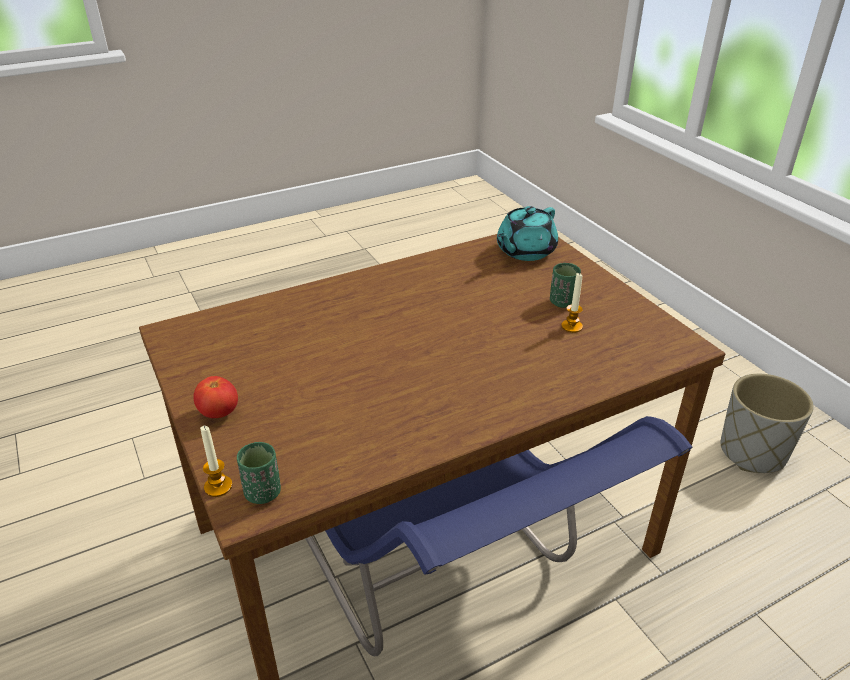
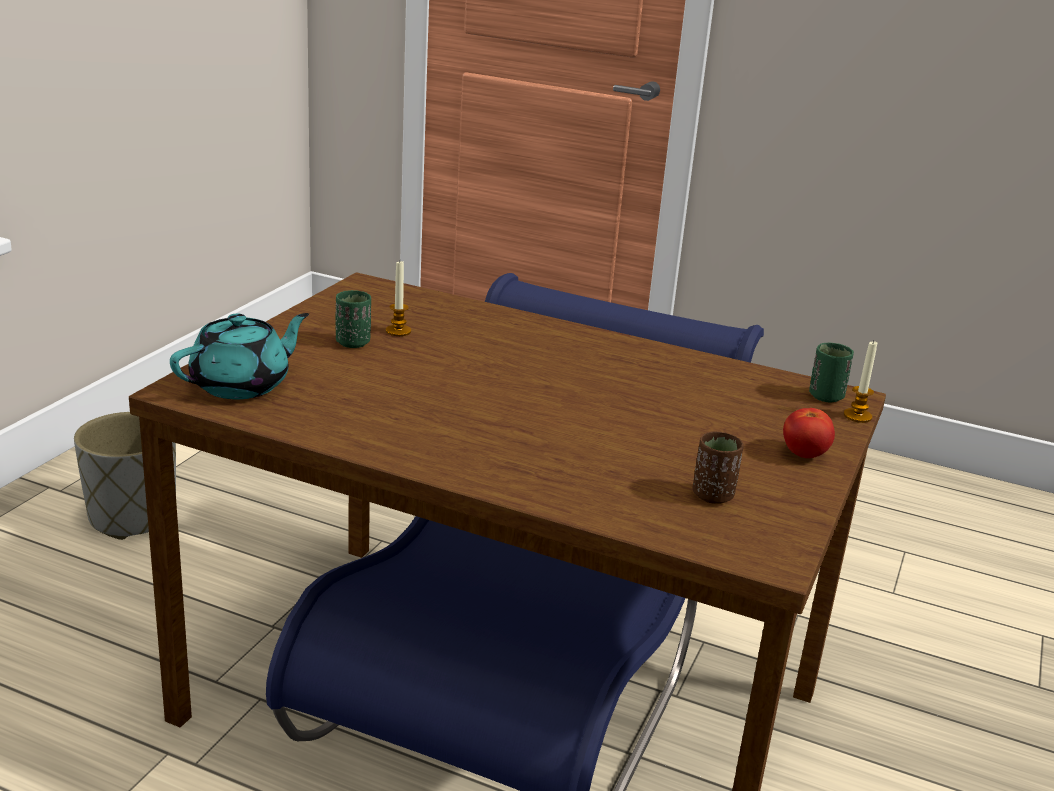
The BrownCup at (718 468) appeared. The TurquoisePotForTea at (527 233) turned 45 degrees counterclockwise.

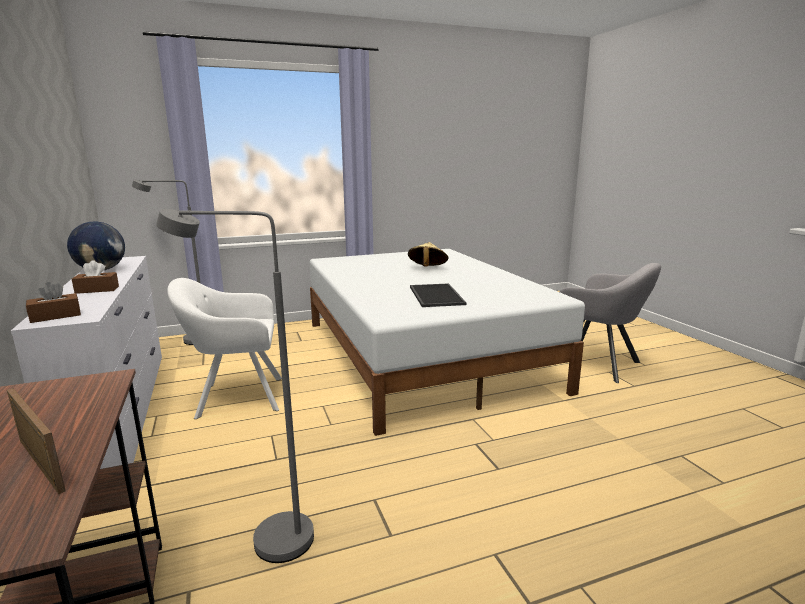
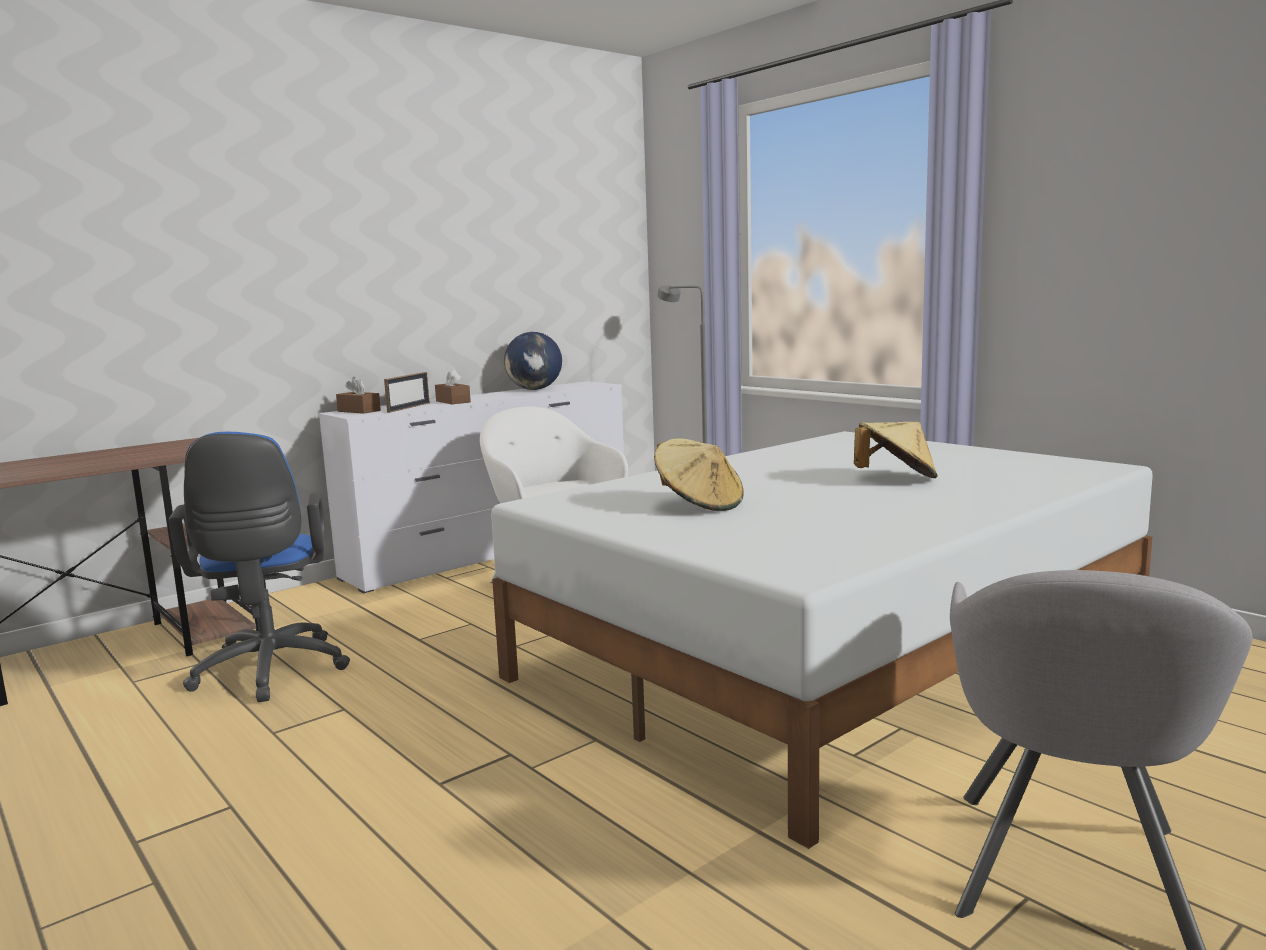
The StandingFrame moved from (36 441) to (407 392). The GreyStandardLamp at (235 386) was replaced by the BlueOfficeChair at (259 567). The Tray at (438 295) was replaced by the SandColouredHat at (699 474).

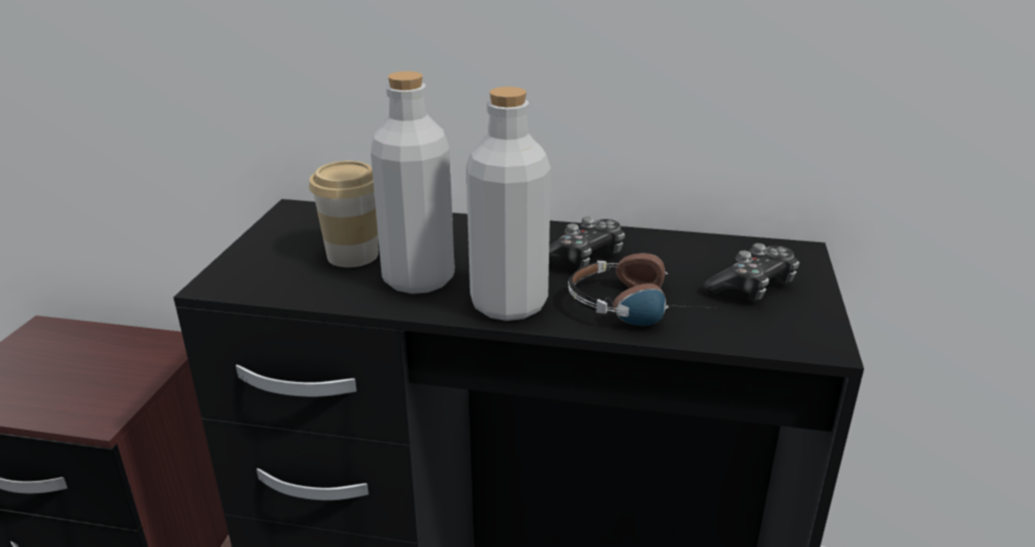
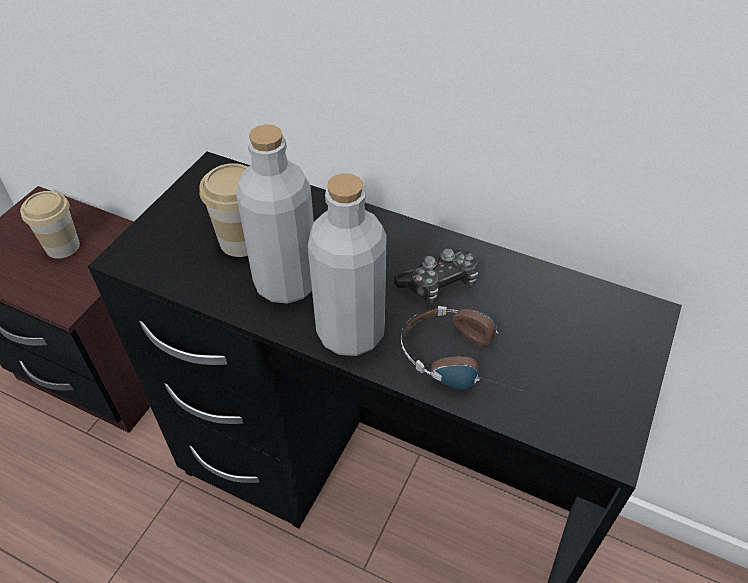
The GameController at (751 271) disappeared. The Cup at (50 225) appeared.

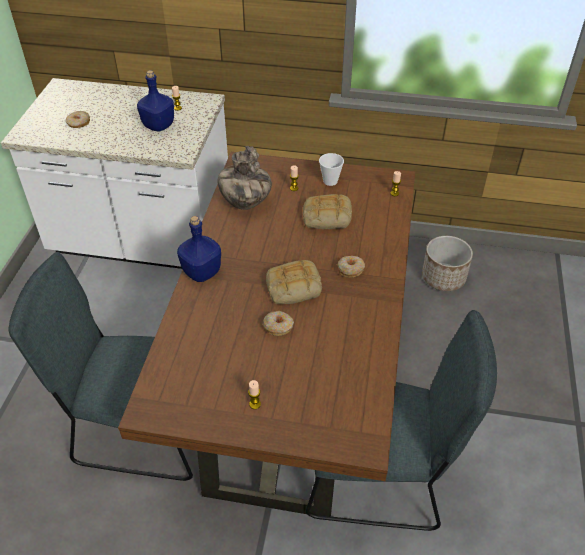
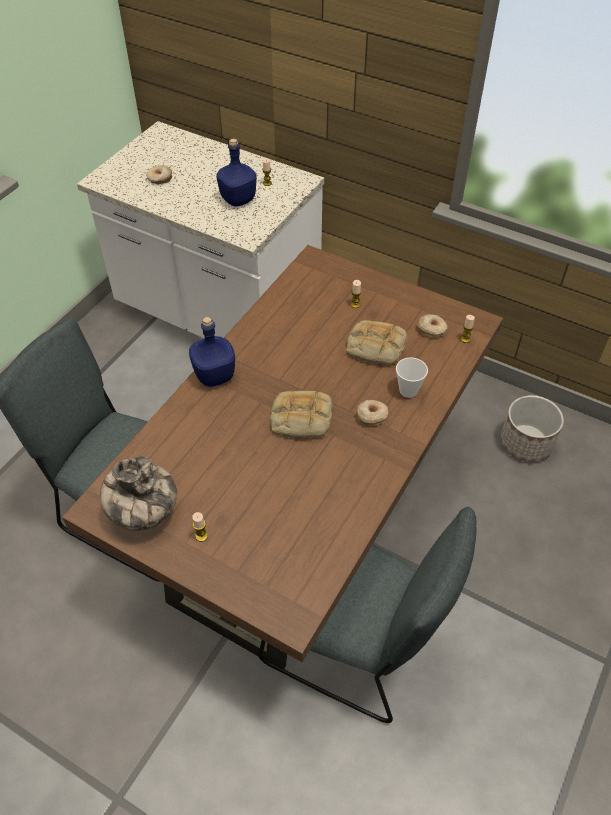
The DecorativeVase moved from (244 178) to (138 493). The Doughnut moved from (278 323) to (432 326). The Cup moved from (331 169) to (412 377).

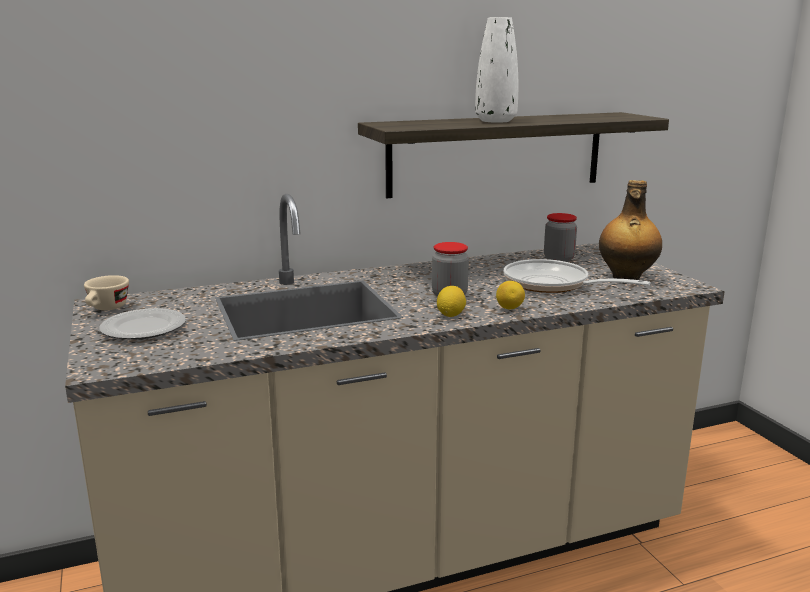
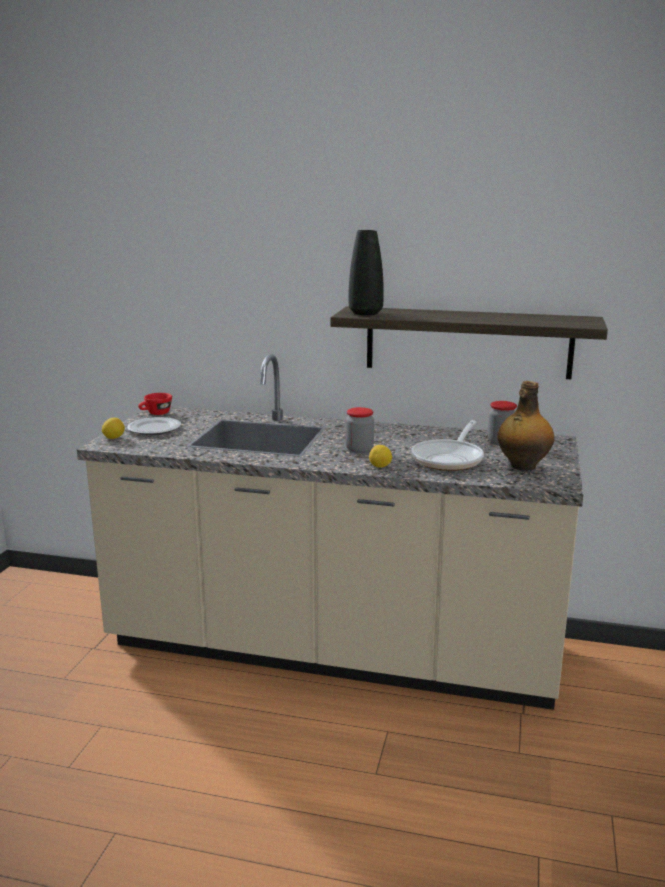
The WhitishDecorativeVase at (496 70) disappeared. The BlackColouredDecorativeVase at (366 272) appeared. The Lemon moved from (451 301) to (113 428). The SandColouredCup at (106 292) became the ReddishCup at (155 404). The Skillet at (577 276) turned 135 degrees counterclockwise.

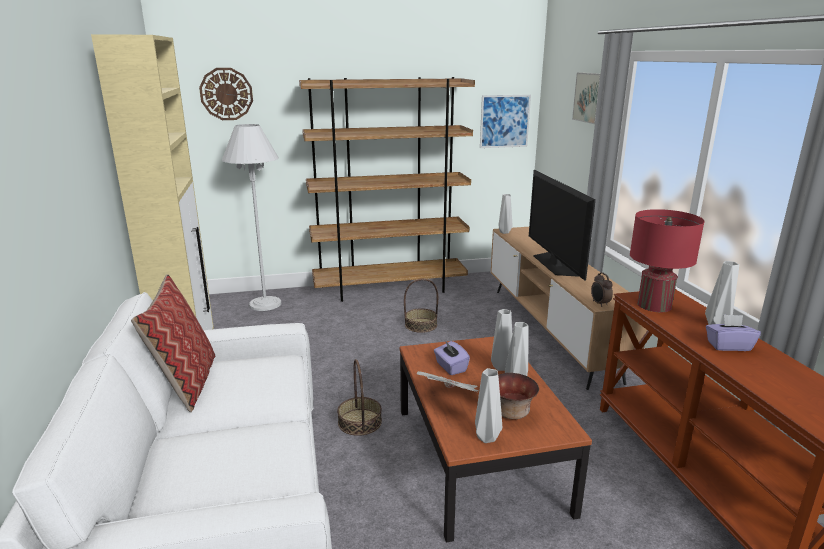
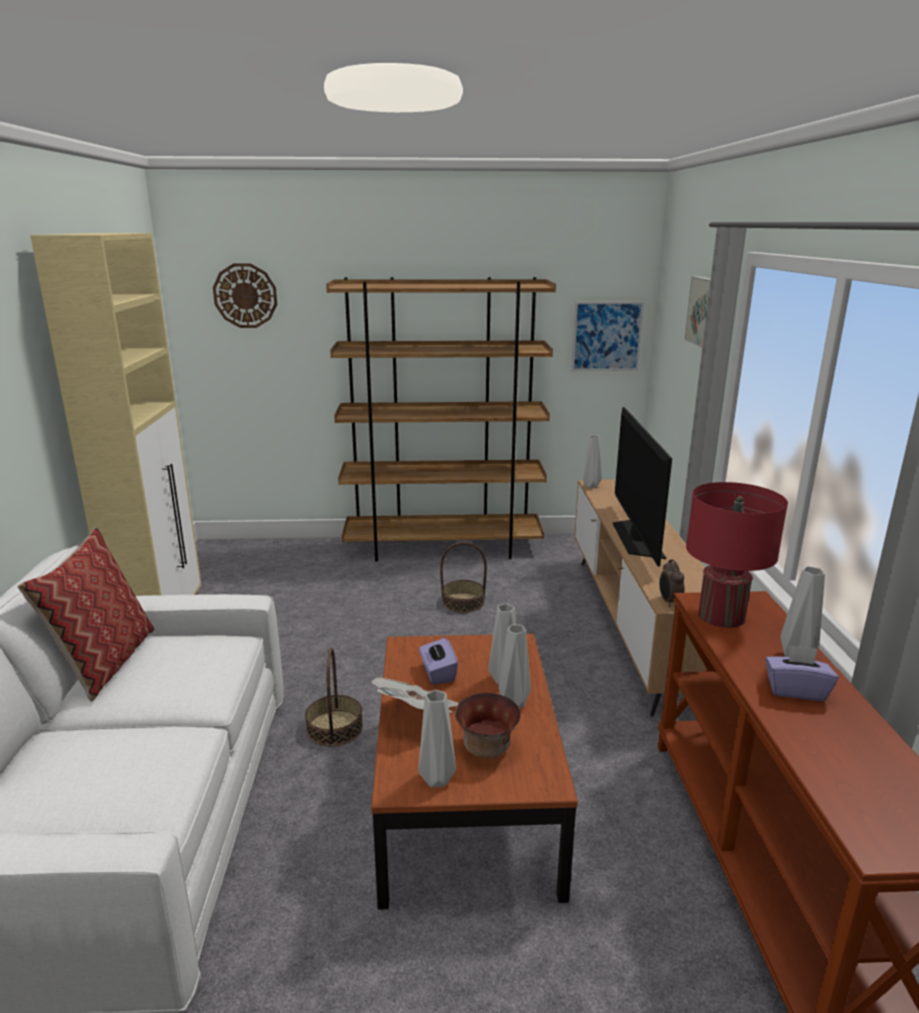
The WhitishStandardLamp at (252 217) disappeared.

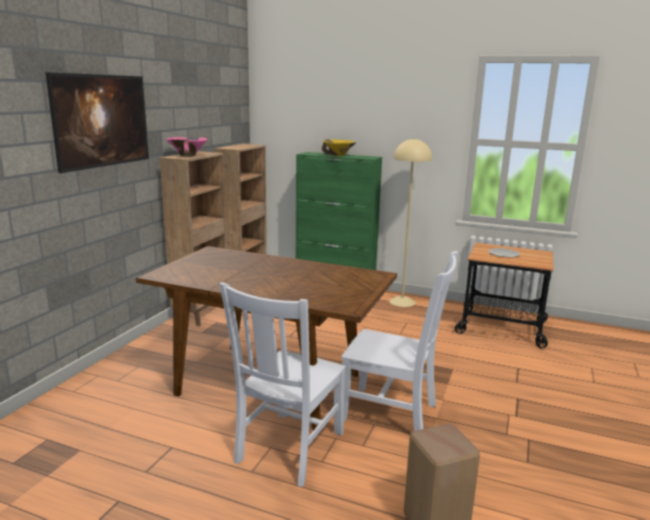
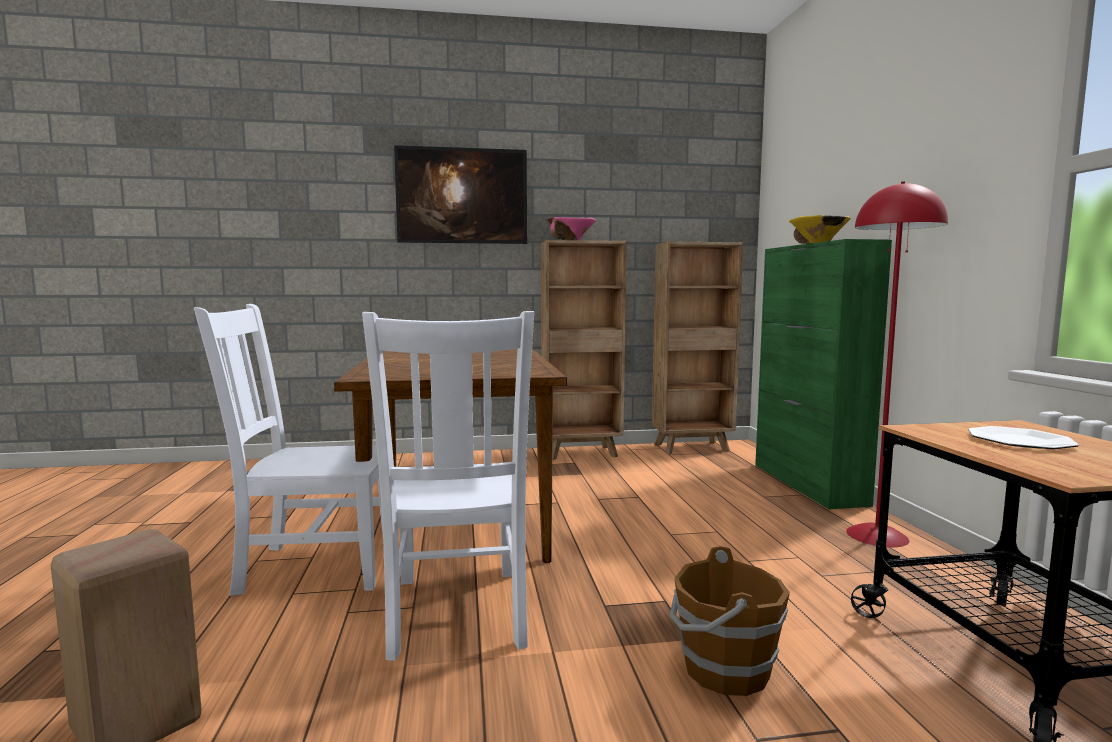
The BrownWaterBucket at (729 621) appeared. The SandColouredStandardLamp at (410 222) became the ReddishStandardLamp at (897 364).

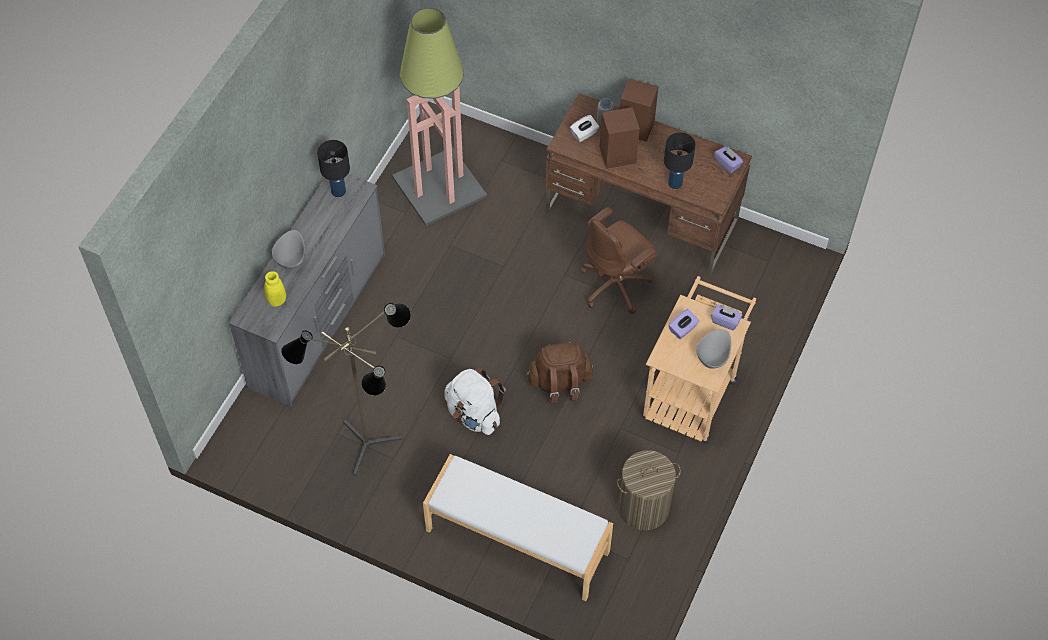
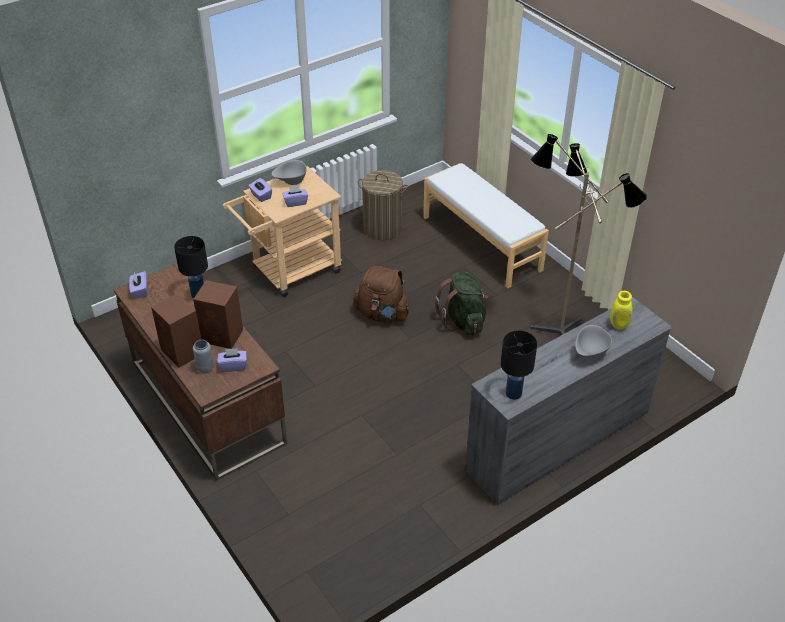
The StandardLamp at (439 116) disappeared. The BrownOfficeChair at (619 260) disappeared. The WhitishKnapsack at (475 401) became the GreenKnapsack at (461 303). The WhitishTissueBox at (584 128) became the PurplishTissueBox at (232 360).

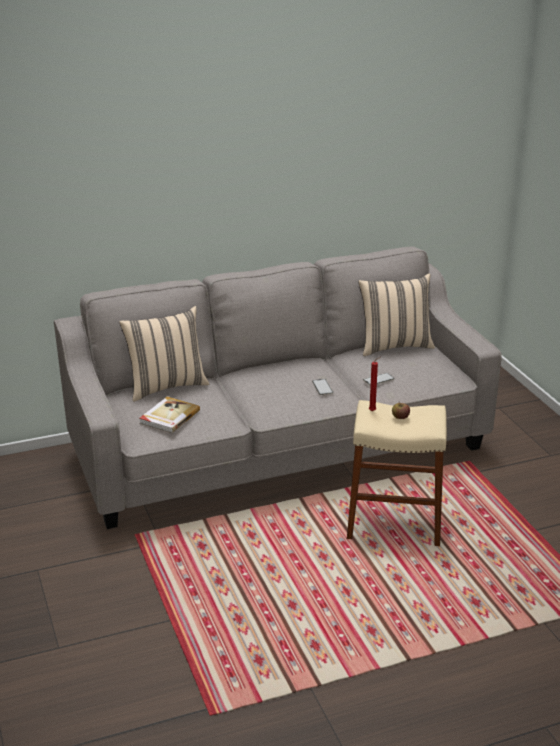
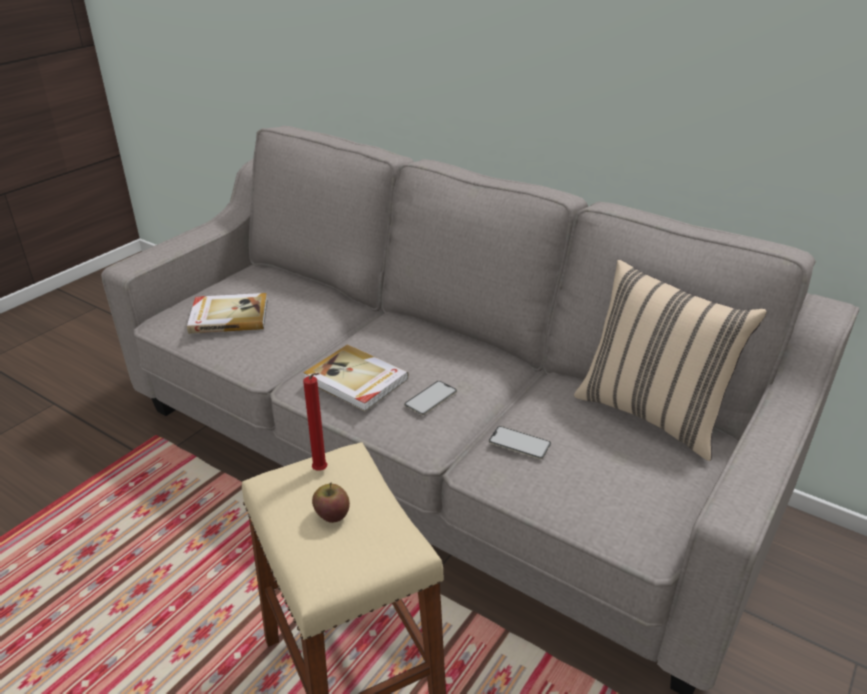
The SandColouredCushion at (164 354) disappeared. The Volume at (356 378) appeared.

